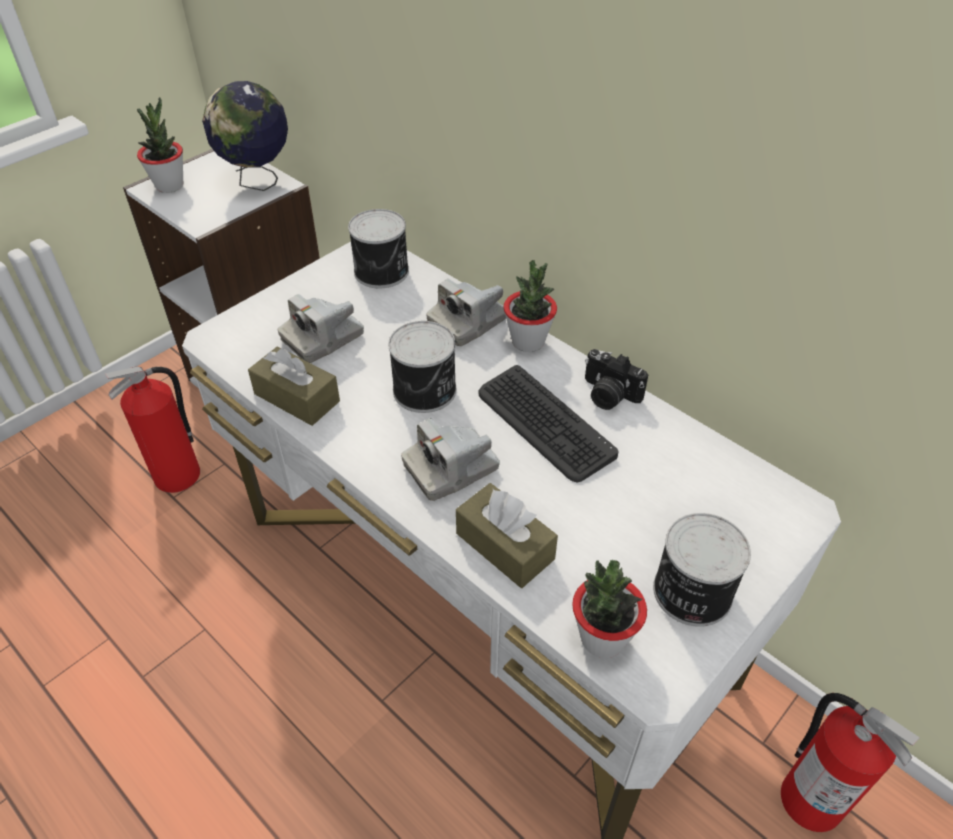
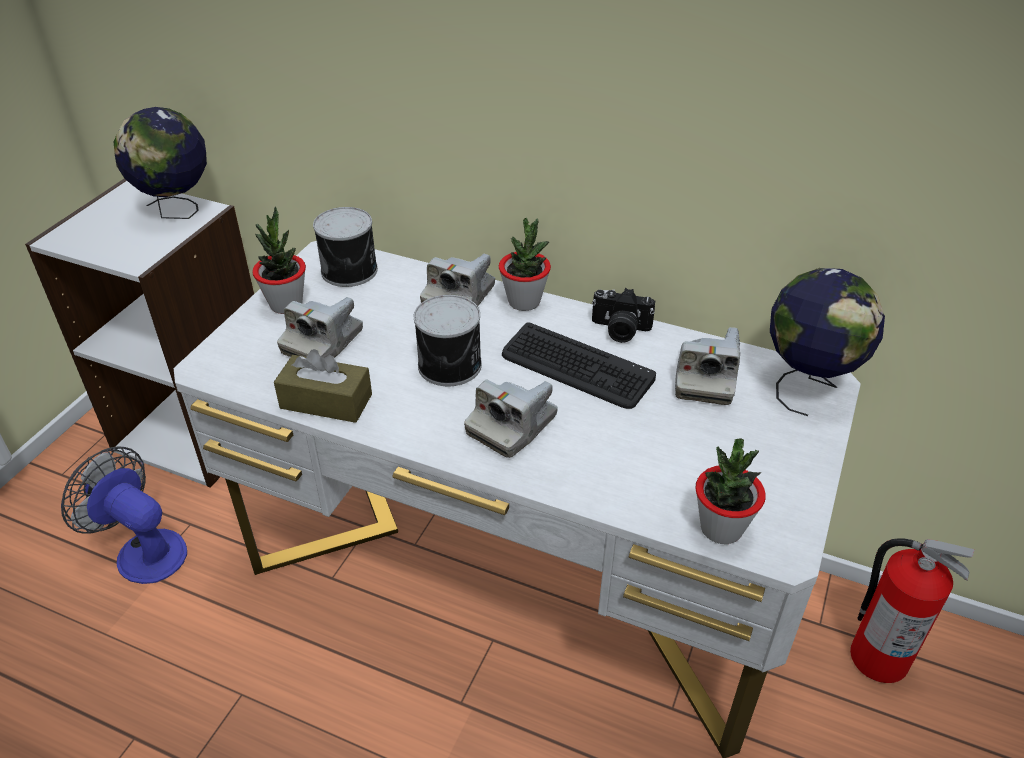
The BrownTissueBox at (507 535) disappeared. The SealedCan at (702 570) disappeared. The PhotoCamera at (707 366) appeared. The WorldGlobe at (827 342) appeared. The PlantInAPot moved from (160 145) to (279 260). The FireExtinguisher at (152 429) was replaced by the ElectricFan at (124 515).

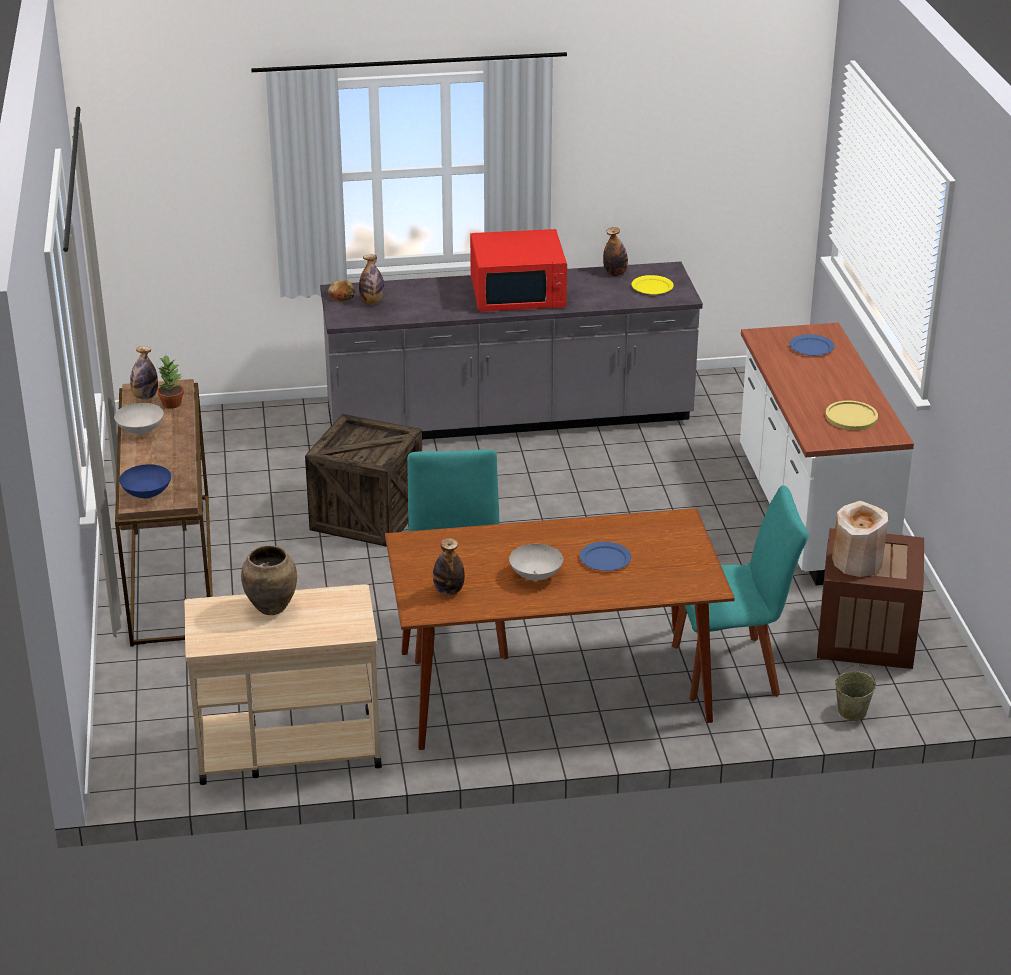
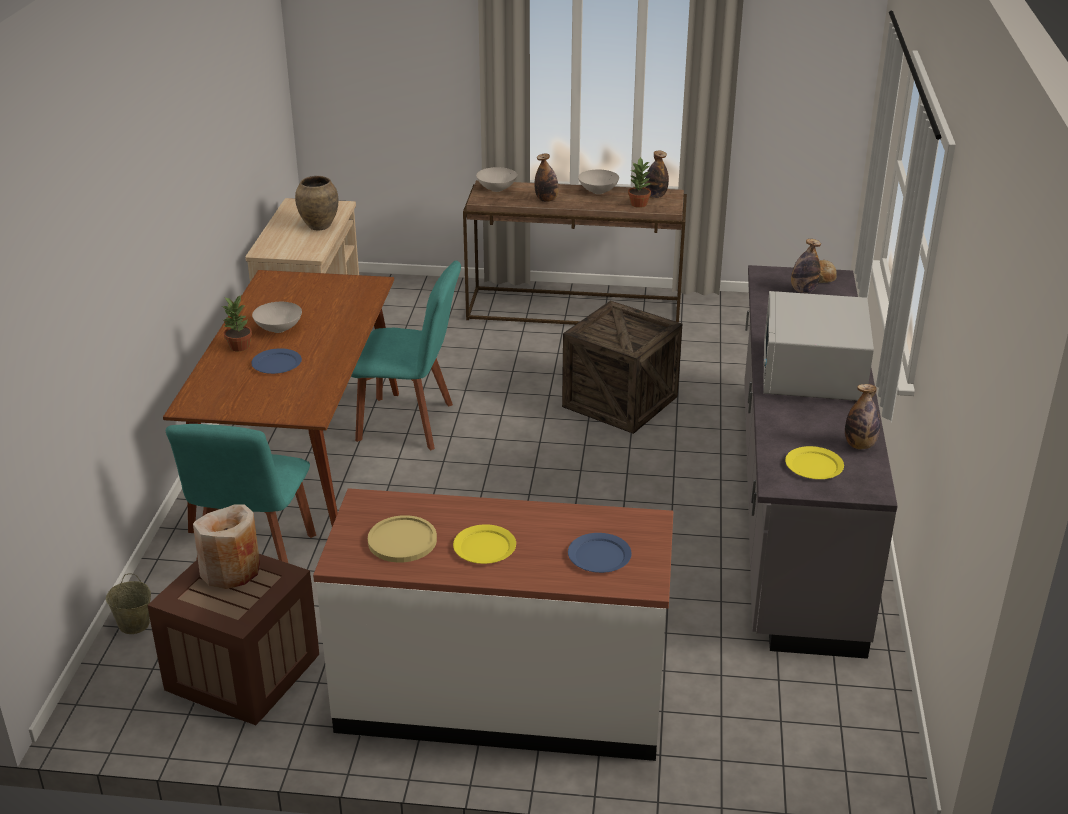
The PlantInAPot at (237 323) appeared. The YellowFlatDish at (484 544) appeared. The Bottle moved from (449 567) to (547 177). The BlueBowl at (145 481) became the WhitishBowl at (496 179). The ReddishKitchenMicrowave at (518 270) became the WhitishKitchenMicrowave at (818 346).

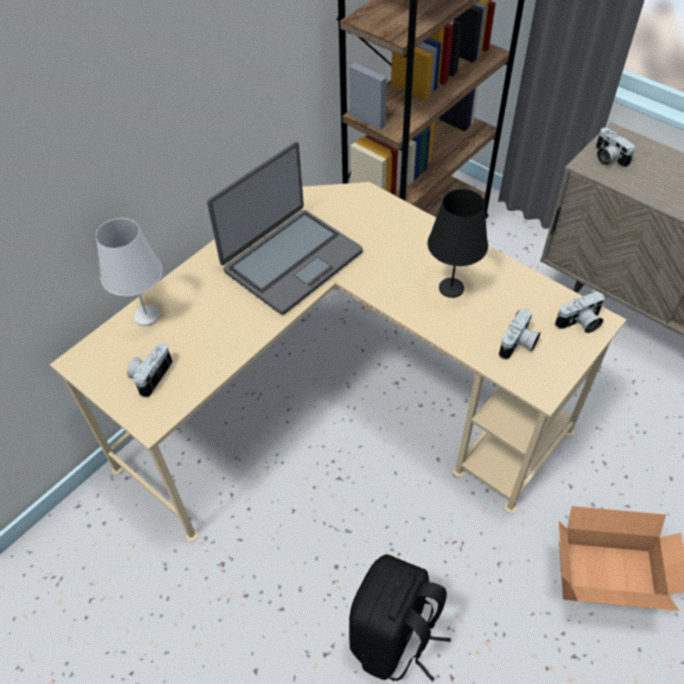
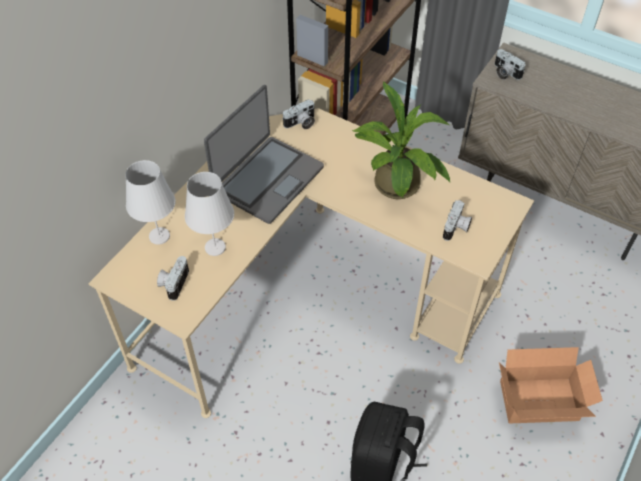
The WhitishTableLamp at (209 214) appeared. The PhotoCamera moved from (580 312) to (298 114). The BlackColouredTableLamp at (457 243) was replaced by the PlantInAPot at (400 140).

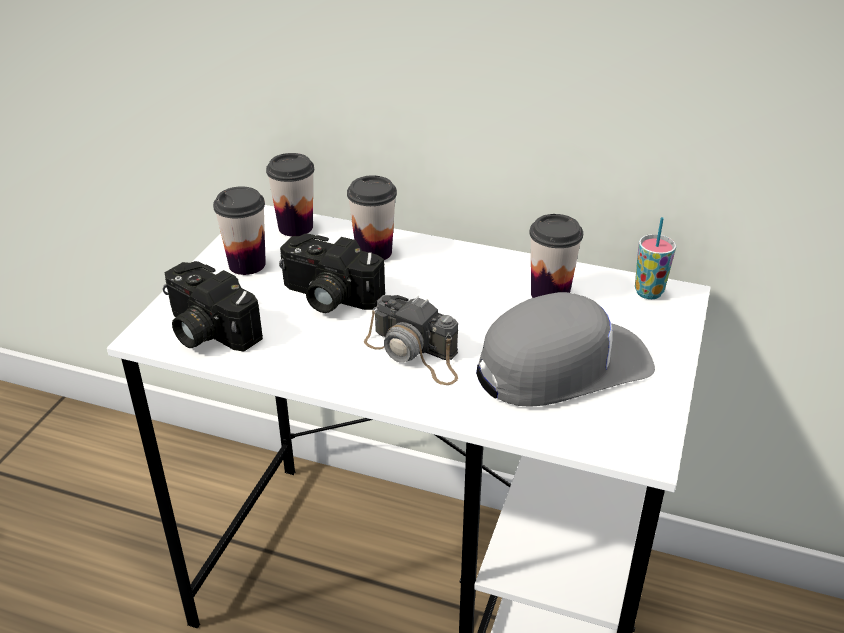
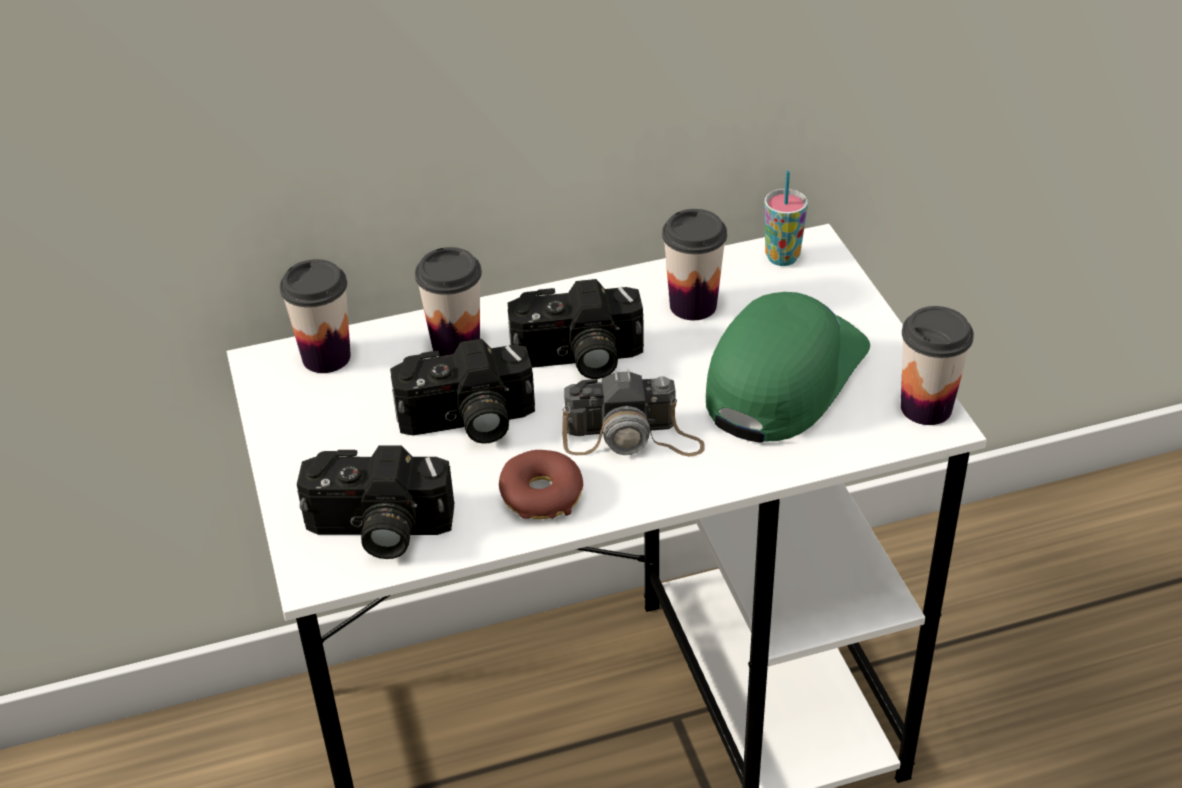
The Doughnut at (541 484) appeared. The PhotoCamera at (576 329) appeared. The Cup moved from (239 230) to (937 365). The GreyBaseballCap at (565 349) became the GreenBaseballCap at (788 367).

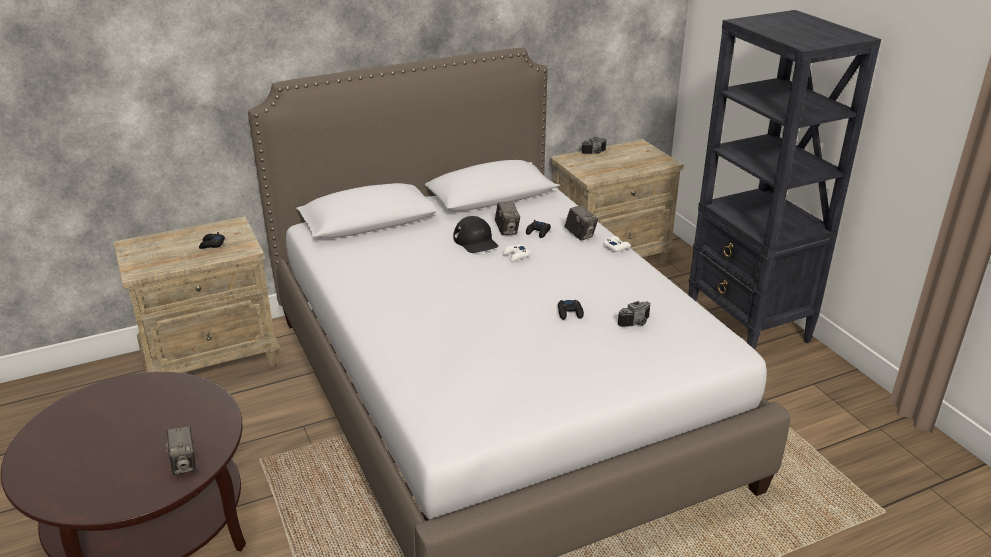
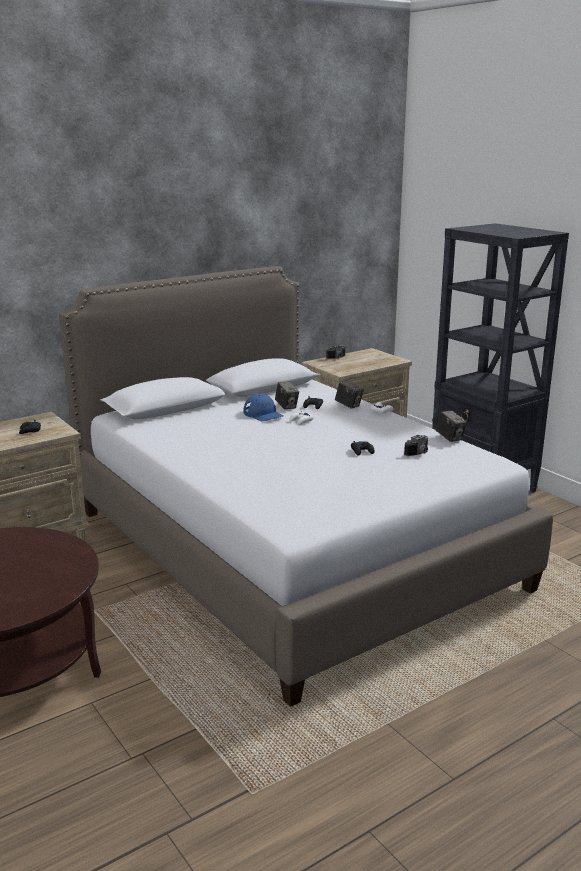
The PhotoCamera moved from (181 450) to (451 426). The BlackColouredBaseballCap at (475 234) became the BlueBaseballCap at (263 407).

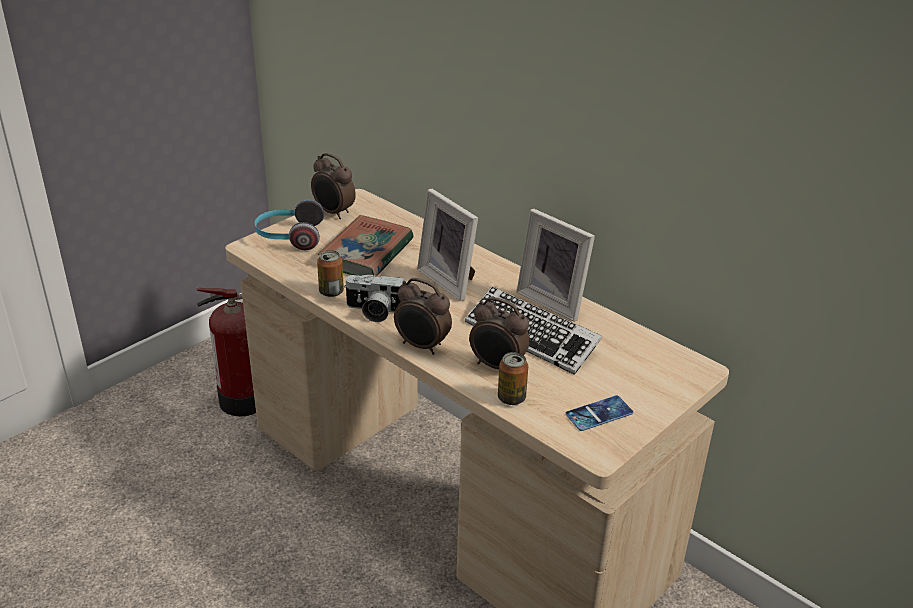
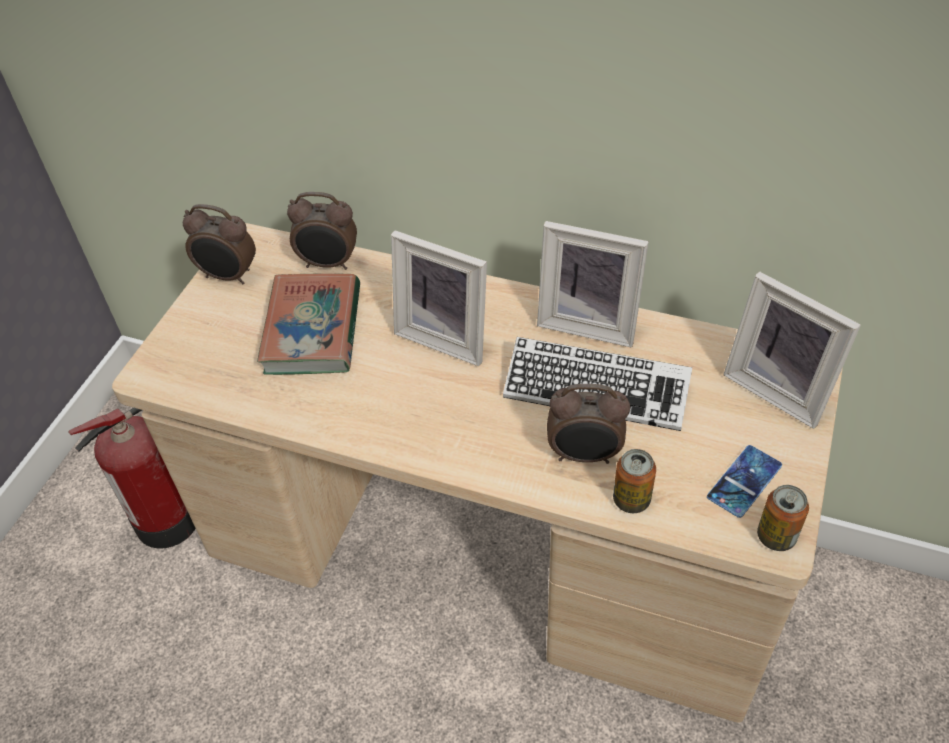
The PairOfHeadphones at (289 225) disappeared. The PhotoCamera at (375 298) disappeared. The StandingFrame at (792 350) appeared. The SealedCan moved from (330 273) to (783 518). The BedsideClock moved from (423 316) to (322 231).

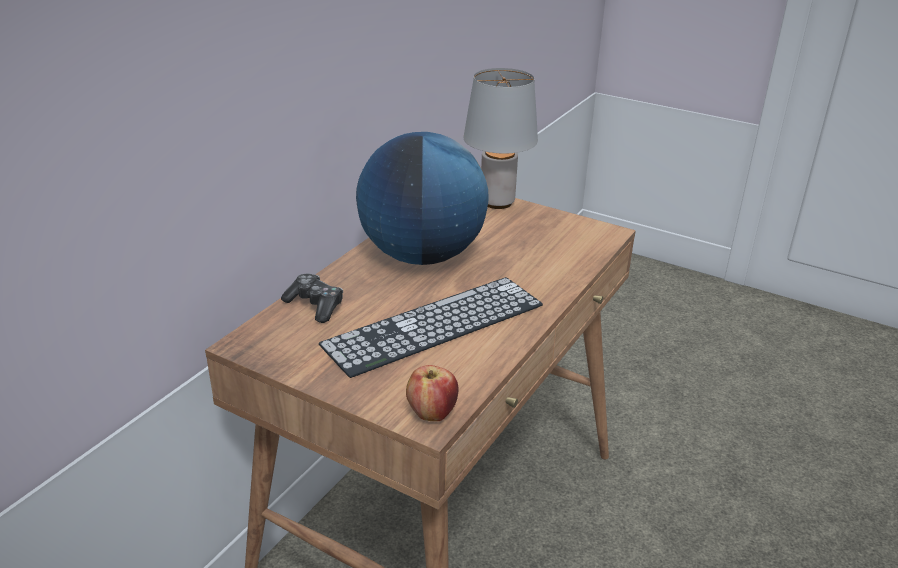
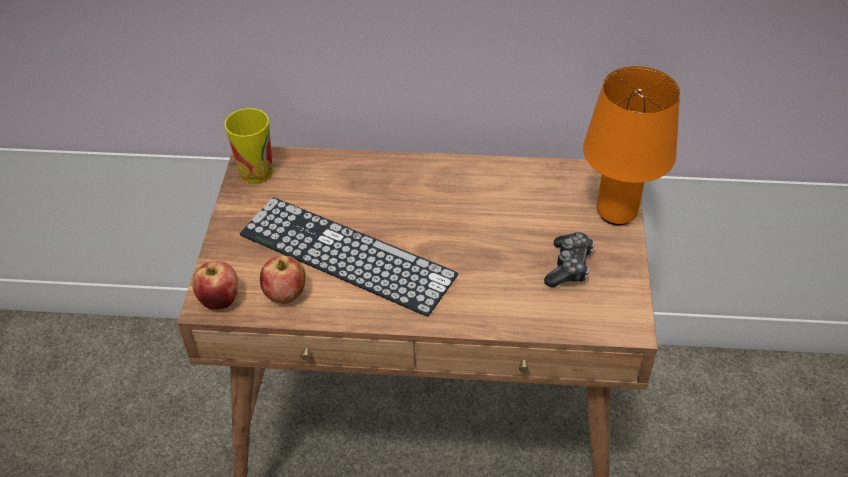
The WorldGlobe at (422 198) disappeared. The Cup at (249 146) appeared. The WholeApple at (283 279) appeared. The GameController moved from (312 298) to (569 259). The GreyTableLamp at (501 138) became the OrangeColouredTableLamp at (631 146).

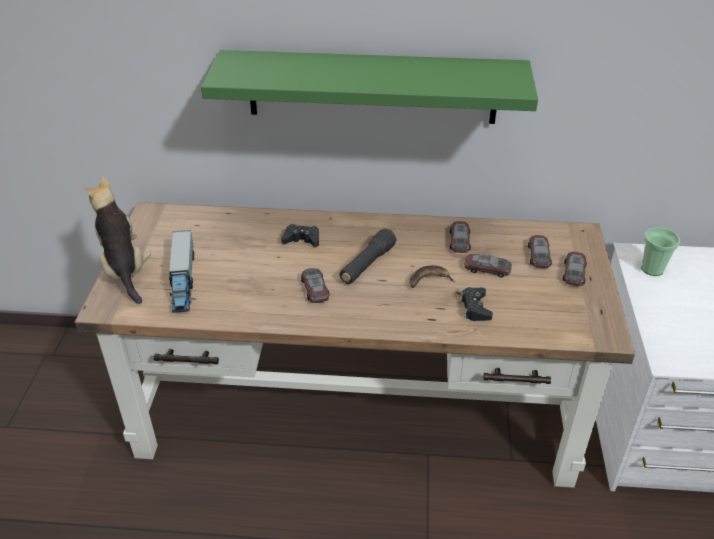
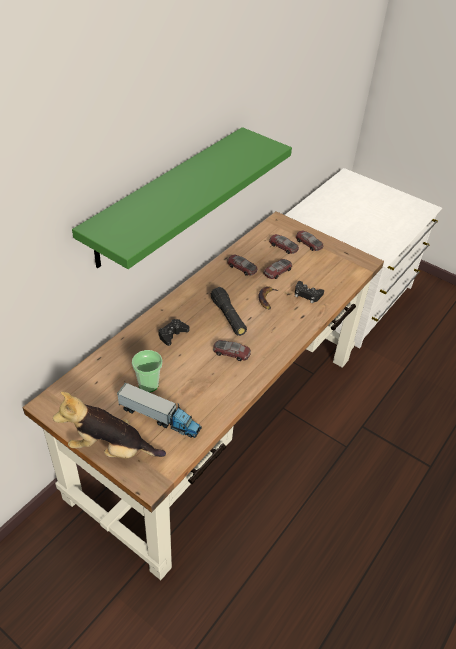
The Cup moved from (660 251) to (147 371).

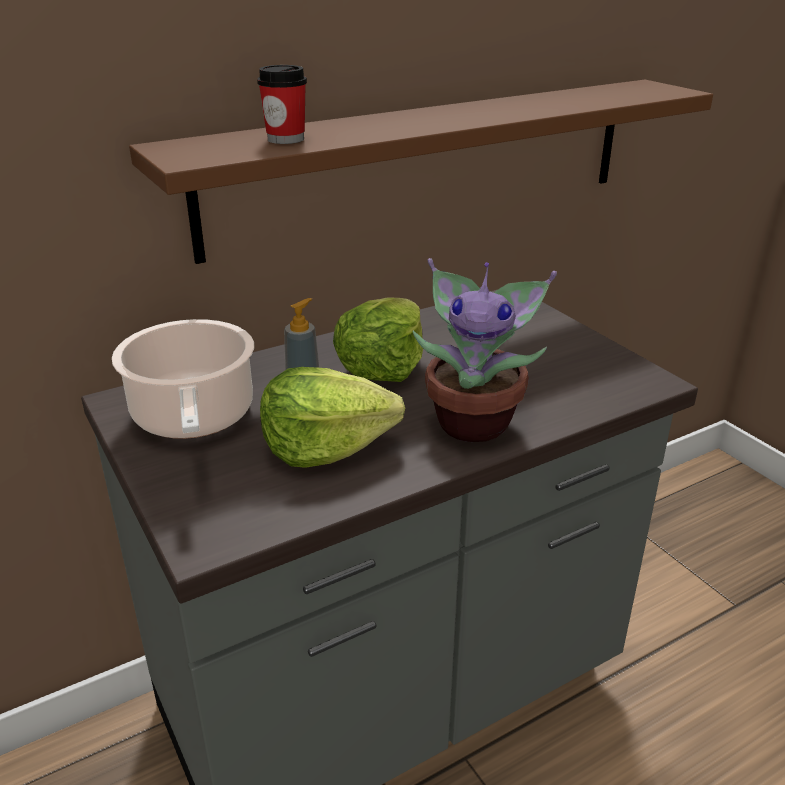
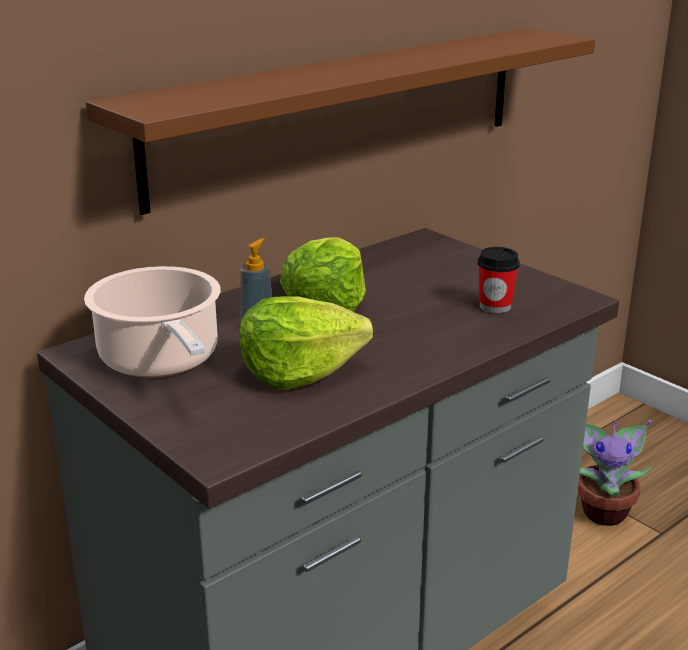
The Cup moved from (282 104) to (499 280). The PlantInAPot moved from (485 350) to (615 473).

